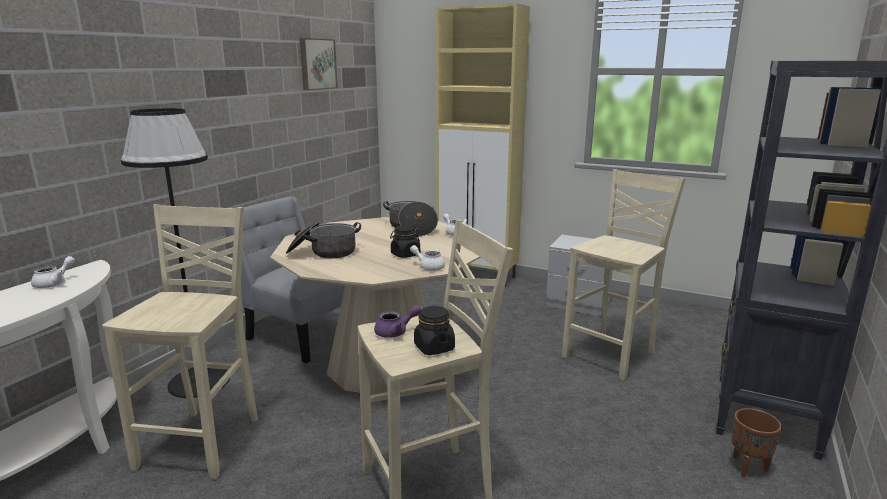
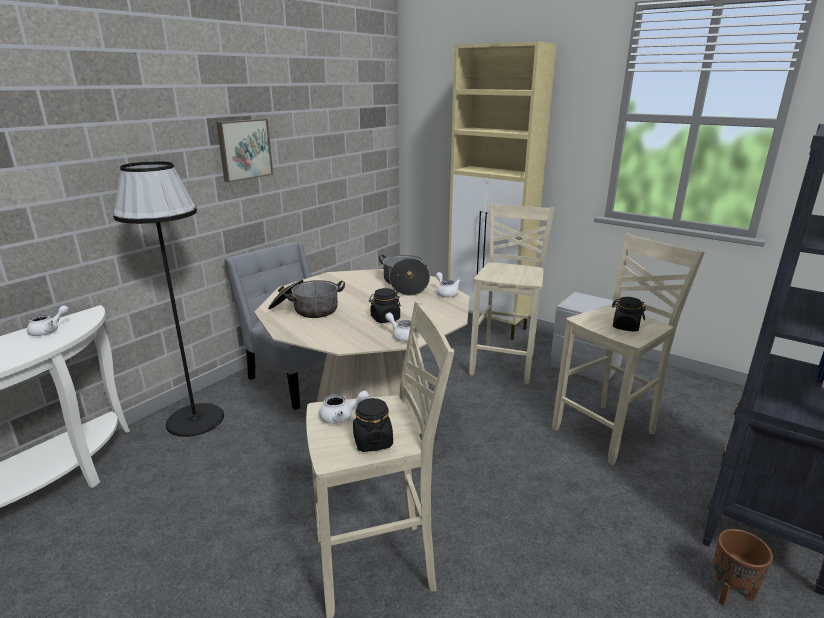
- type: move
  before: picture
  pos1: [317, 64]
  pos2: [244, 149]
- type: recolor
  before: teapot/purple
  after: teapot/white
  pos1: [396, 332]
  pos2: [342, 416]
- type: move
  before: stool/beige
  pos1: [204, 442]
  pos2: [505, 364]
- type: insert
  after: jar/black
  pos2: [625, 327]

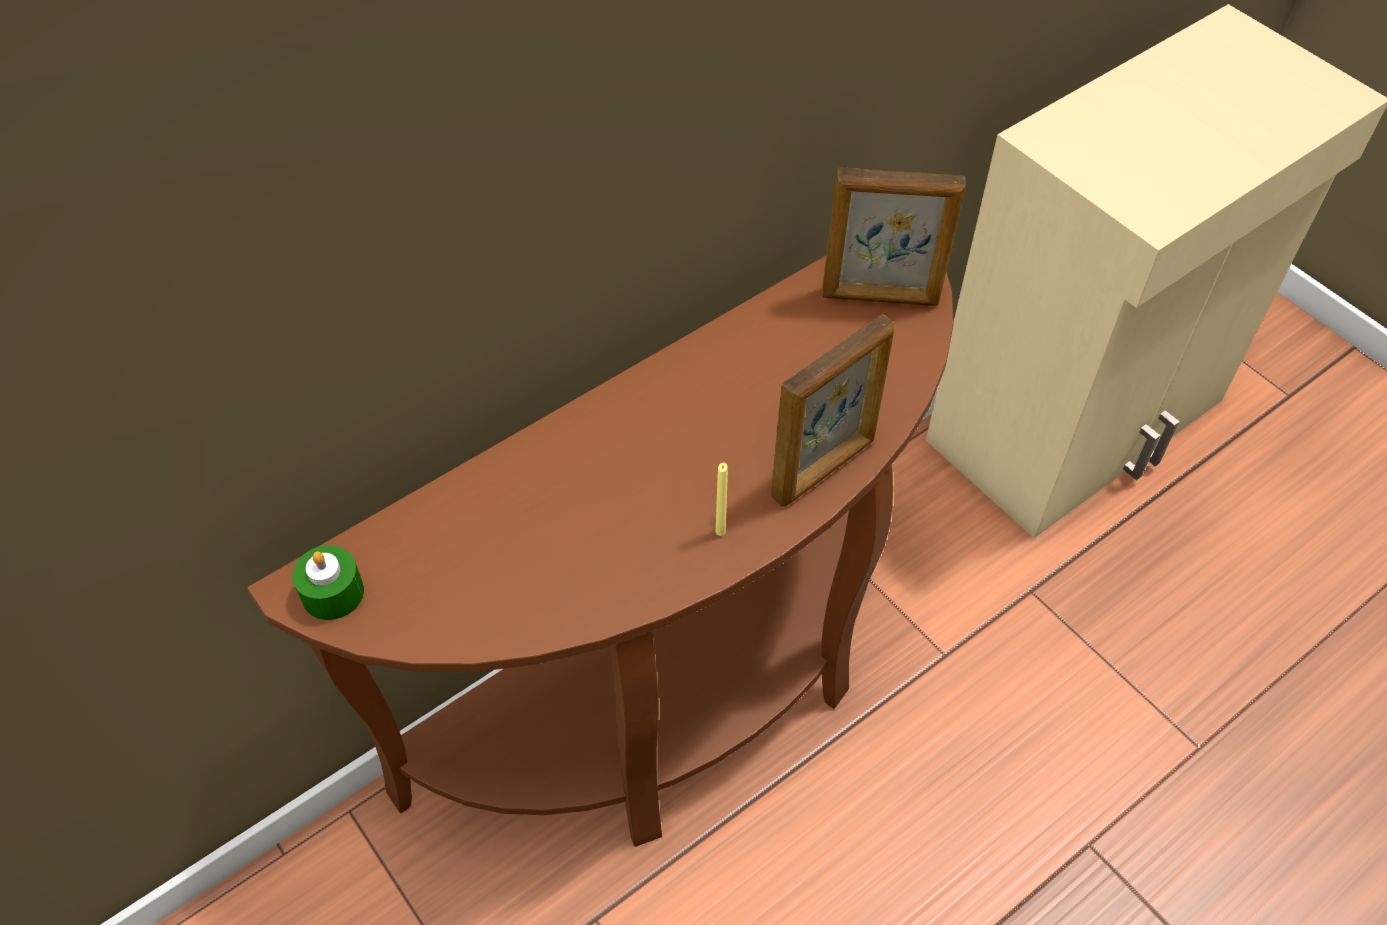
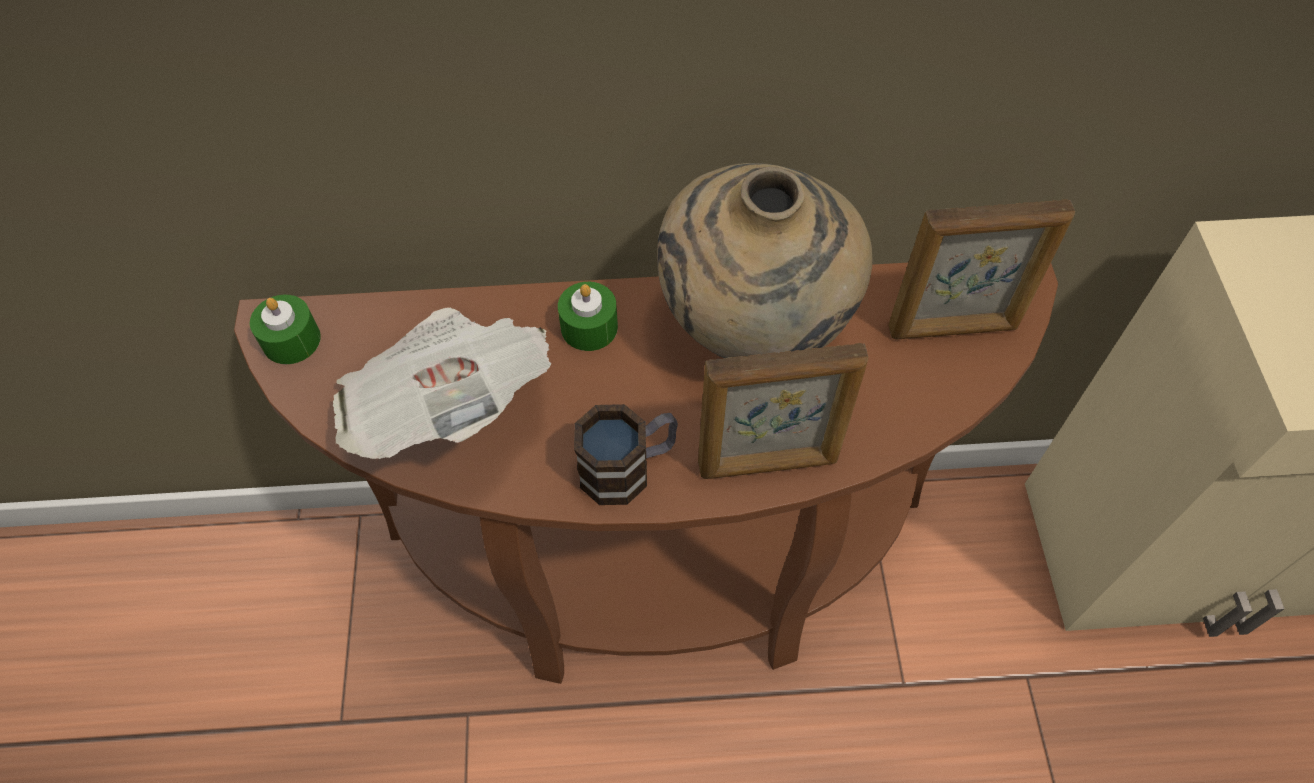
- type: insert
  after: newspaper
  pos2: [449, 405]
- type: insert
  after: candle/green
  pos2: [589, 327]
- type: replace
  before: candle/yellow
  after: mug
  pos1: [720, 531]
  pos2: [628, 468]
- type: insert
  after: vase/beige
  pos2: [755, 329]
- type: rotate
  before: picture frame
  pos1: [880, 298]
  pos2: [953, 329]
  turn: -45

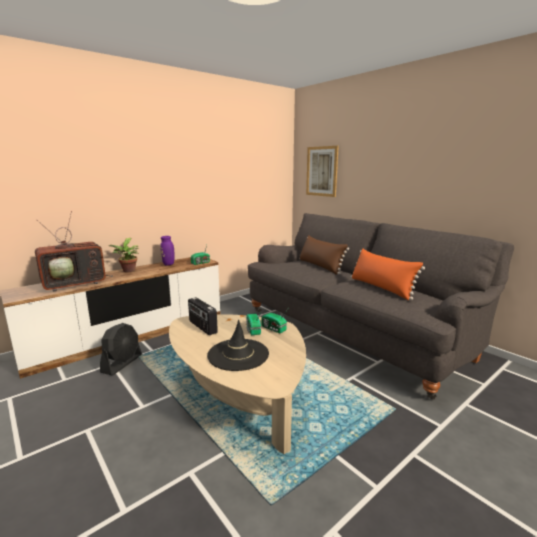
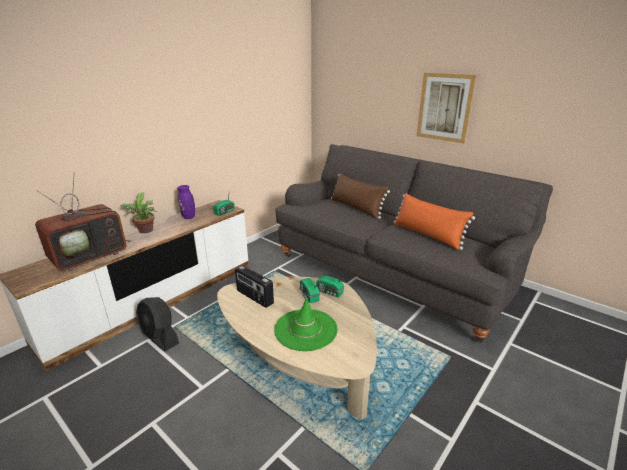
- type: rotate
  before: fan/black
  pos1: [122, 363]
  pos2: [159, 337]
  turn: 120
- type: recolor
  before: hat/black
  after: hat/green
  pos1: [238, 354]
  pos2: [305, 329]
- type: move
  before: picture
  pos1: [322, 171]
  pos2: [444, 107]

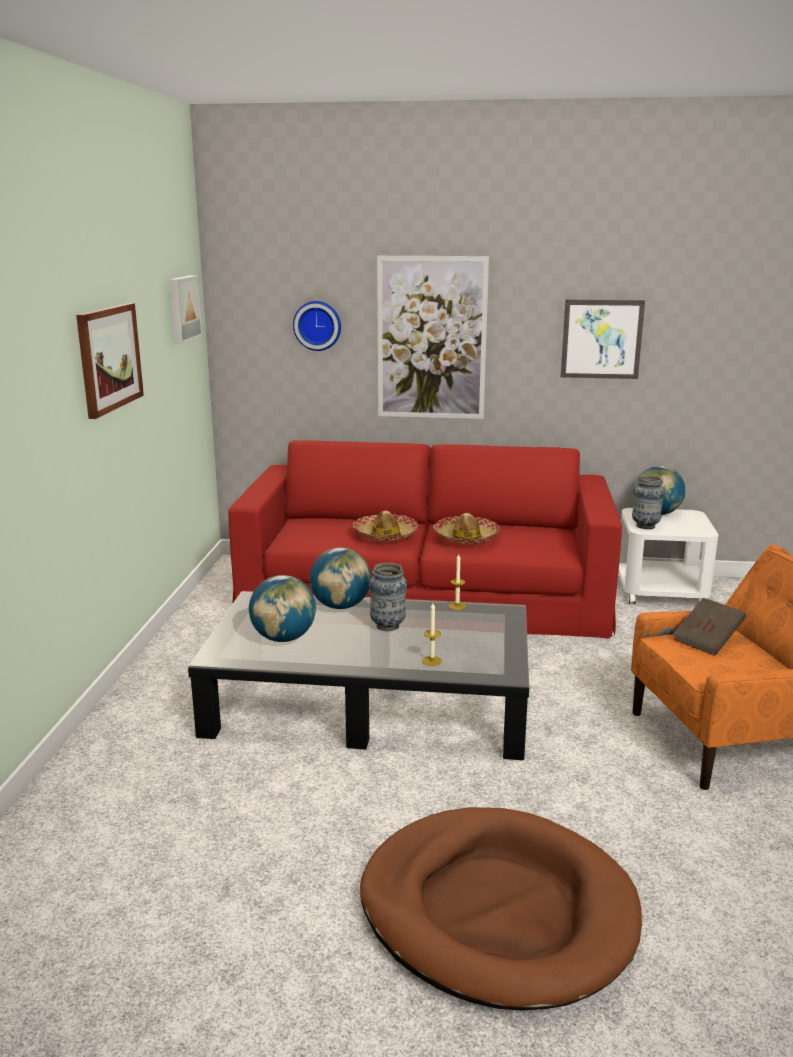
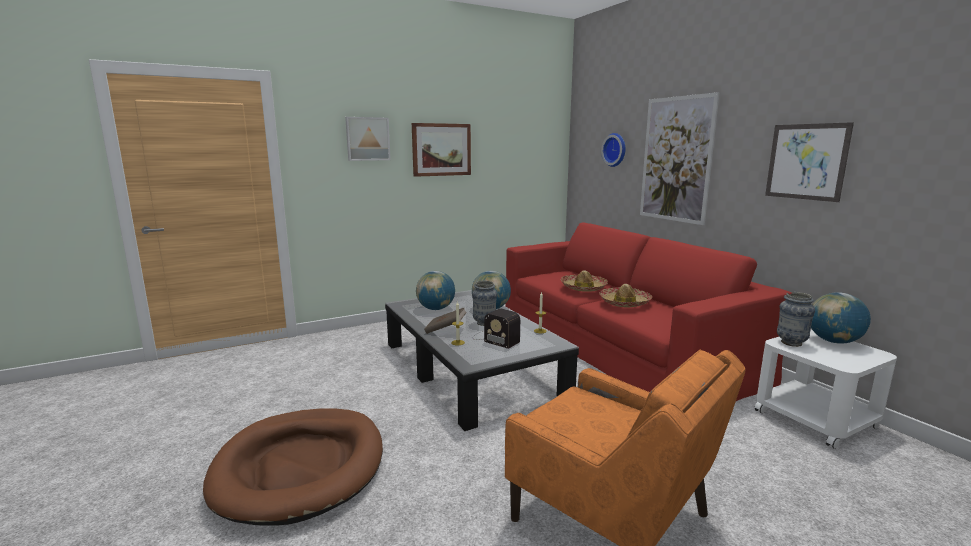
- type: move
  before: picture
  pos1: [182, 308]
  pos2: [367, 139]
- type: move
  before: book/brown
  pos1: [707, 640]
  pos2: [445, 330]
- type: insert
  after: radio
  pos2: [494, 338]

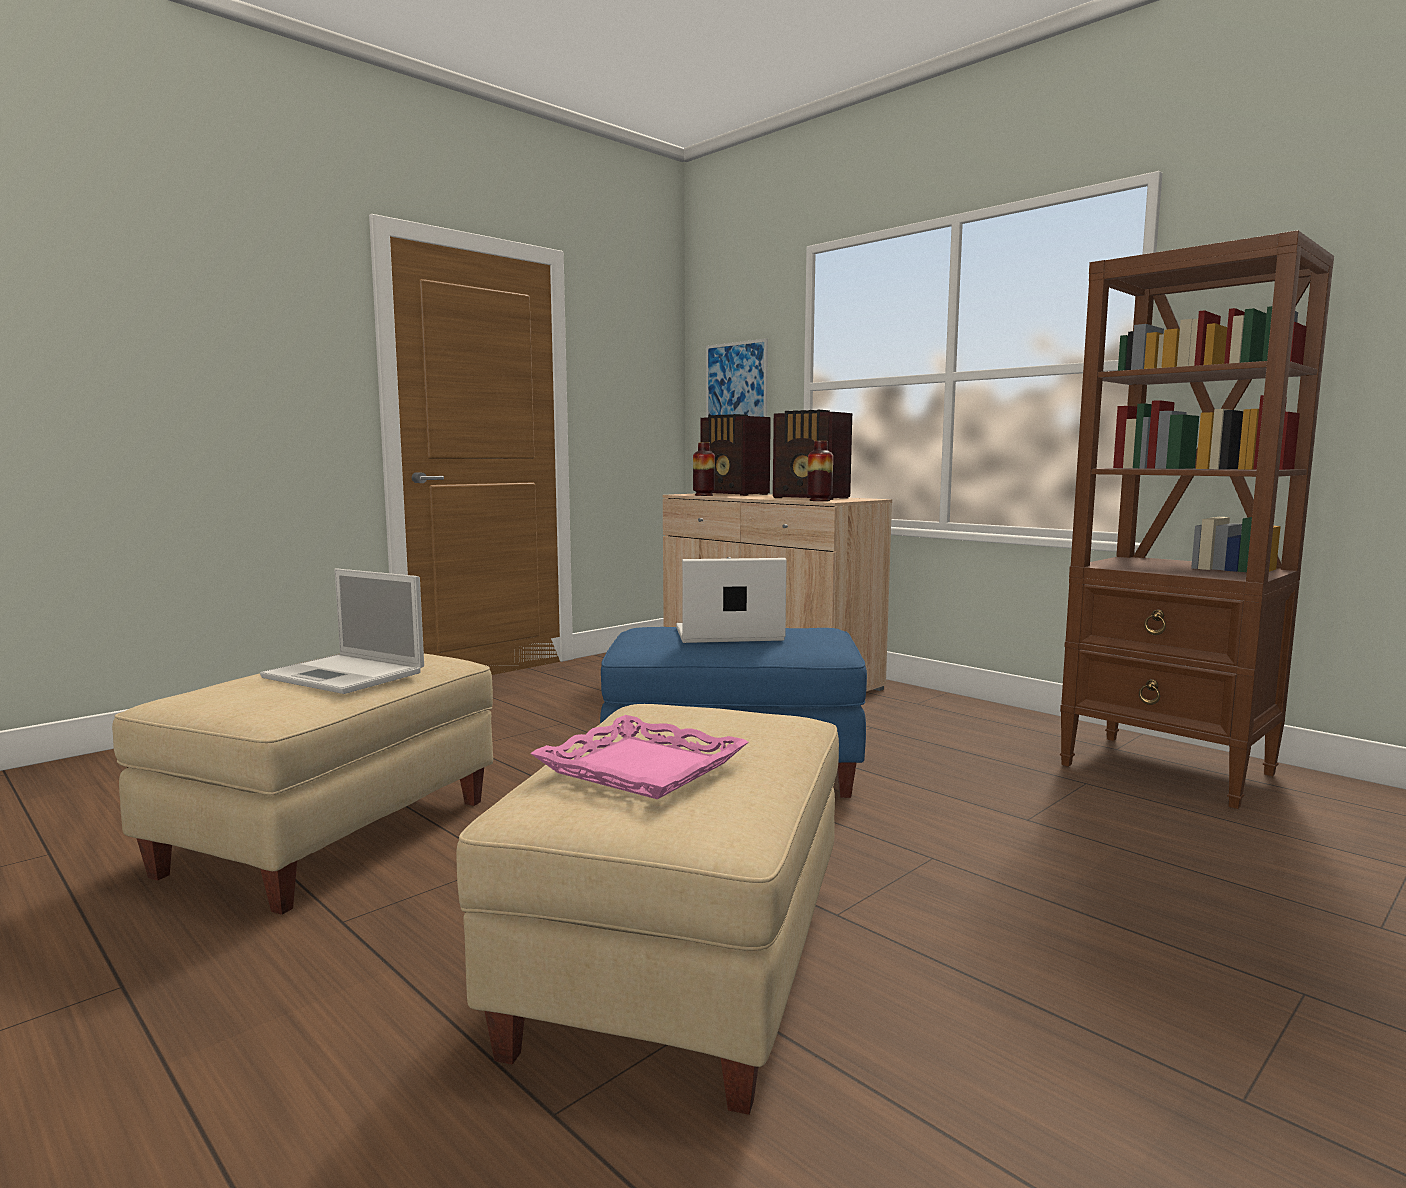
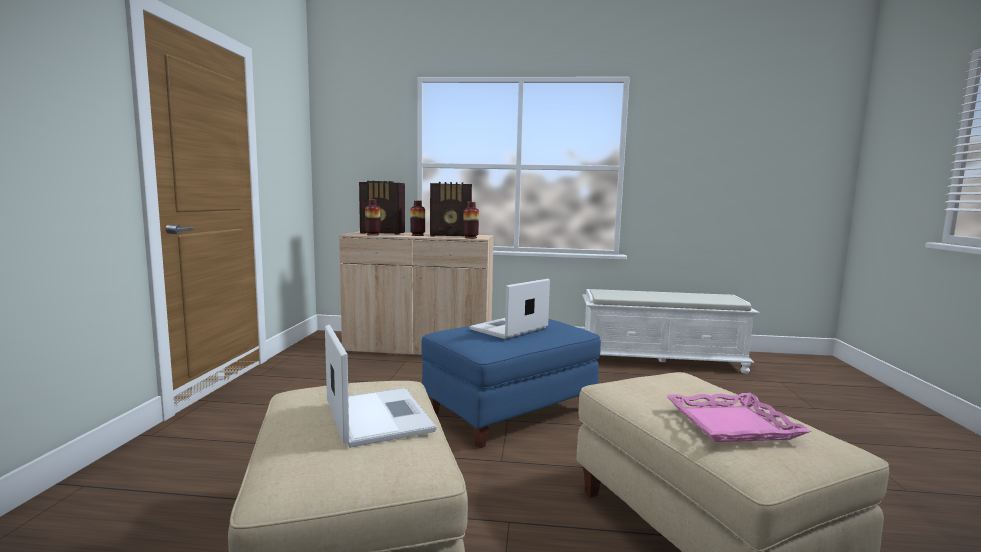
- type: rotate
  before: laptop
  pos1: [346, 675]
  pos2: [377, 416]
  turn: -105
- type: insert
  after: vase
  pos2: [417, 235]
- type: replace
  before: bookcase/brown
  after: bench/white
  pos1: [1168, 770]
  pos2: [661, 360]
- type: delete
  before: picture
  pos1: [736, 385]

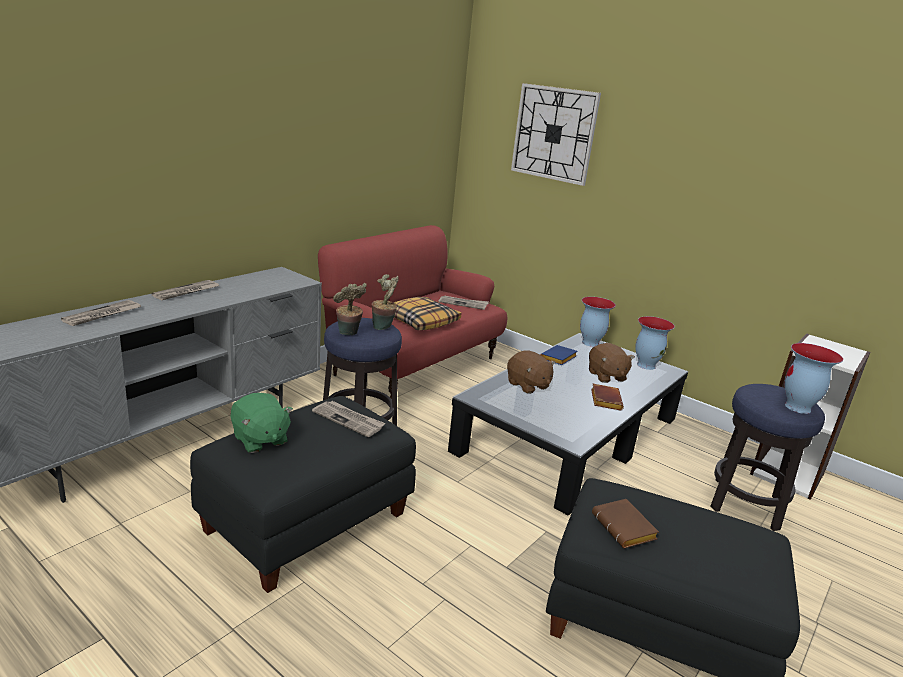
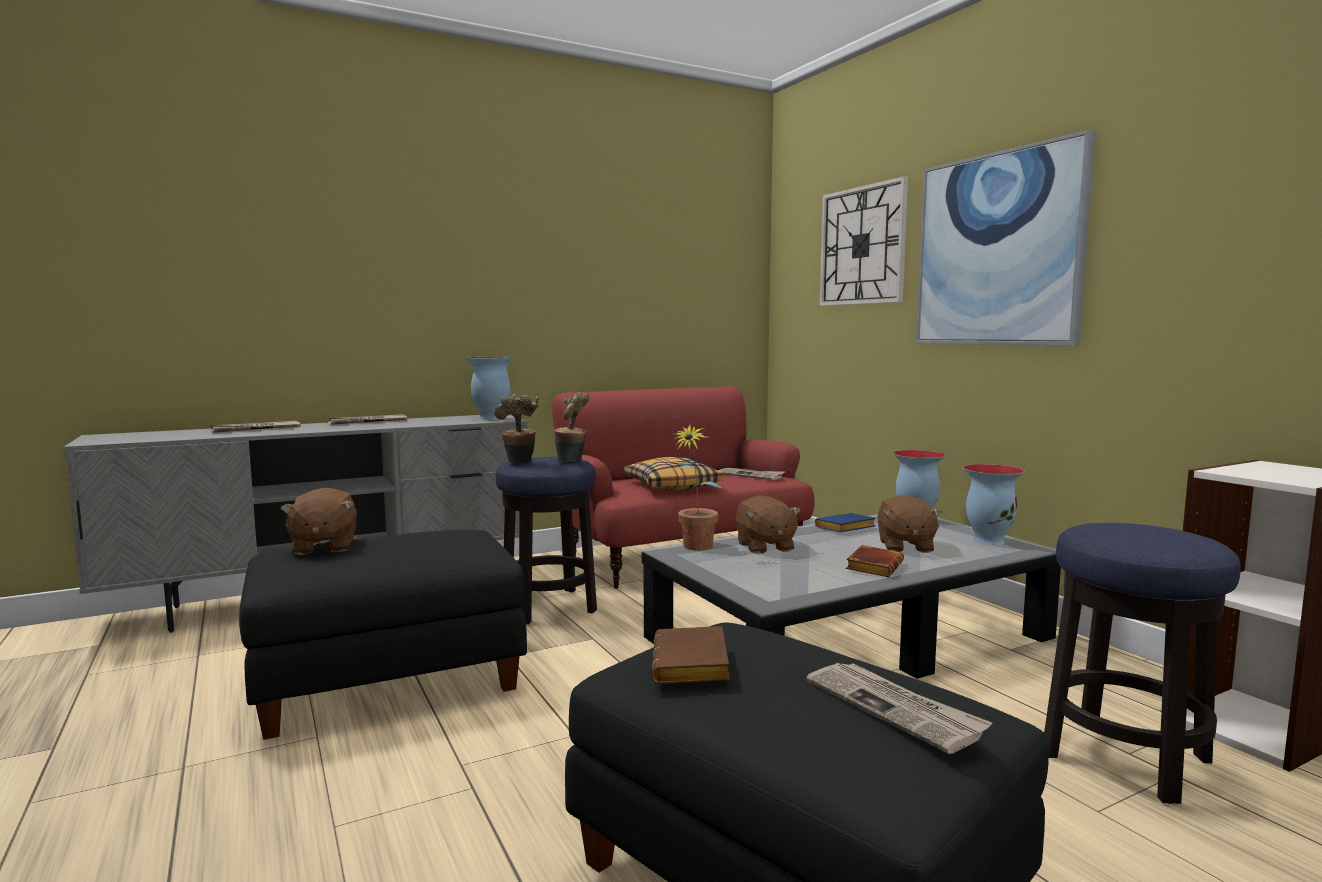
- type: recolor
  before: plush toy/green
  after: plush toy/brown
  pos1: [260, 440]
  pos2: [323, 547]
- type: move
  before: vase
  pos1: [798, 408]
  pos2: [491, 418]
- type: insert
  after: potted plant
  pos2: [694, 548]
- type: move
  before: newspaper
  pos1: [349, 420]
  pos2: [894, 708]
- type: insert
  after: picture
  pos2: [997, 249]

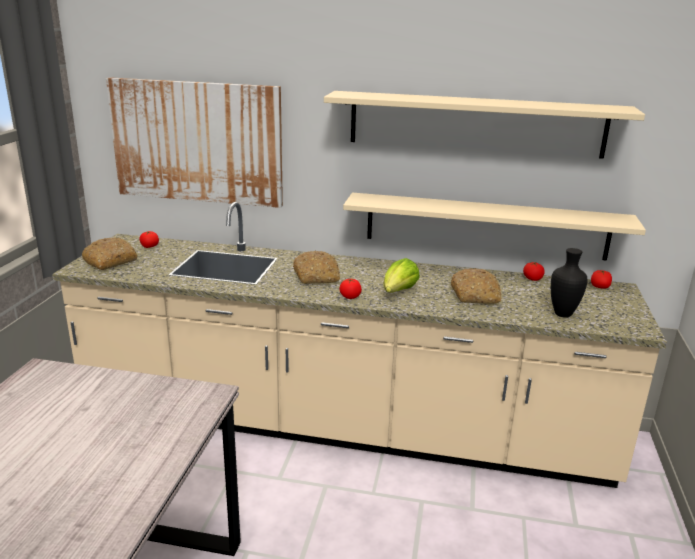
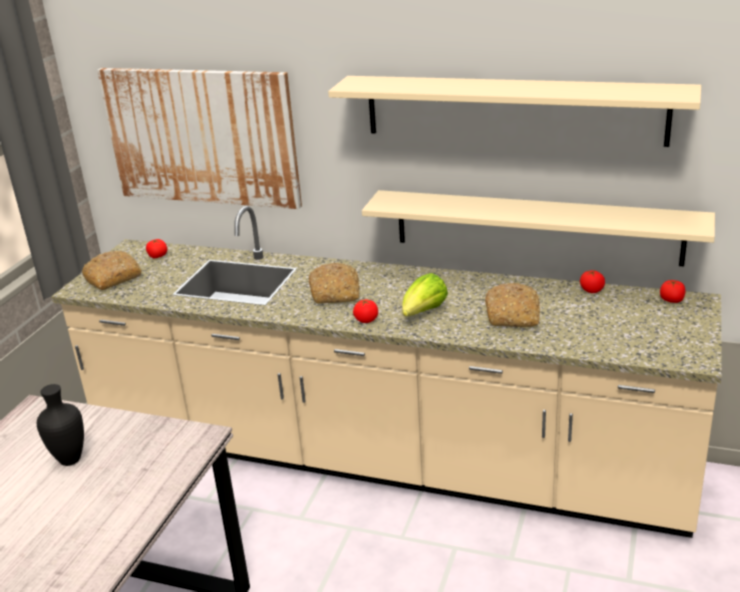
- type: move
  before: vase/black
  pos1: [562, 314]
  pos2: [71, 459]

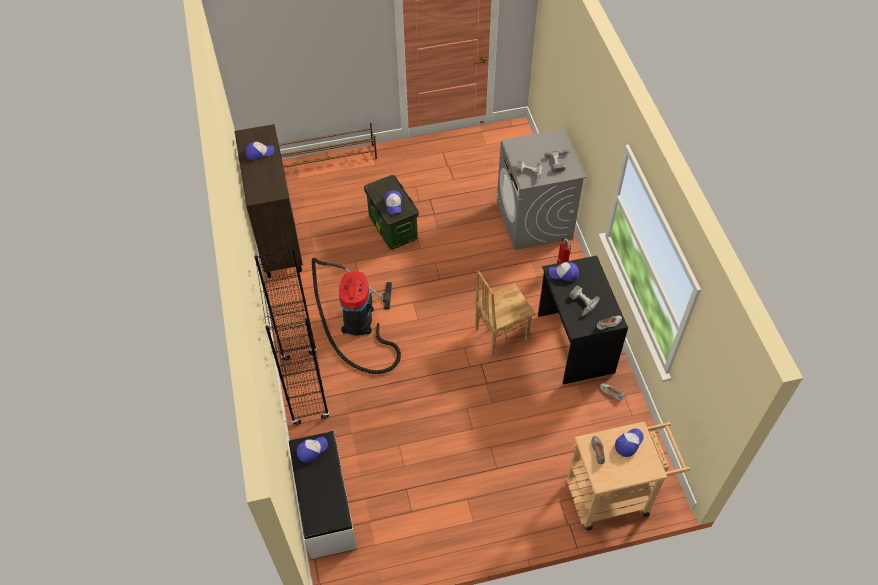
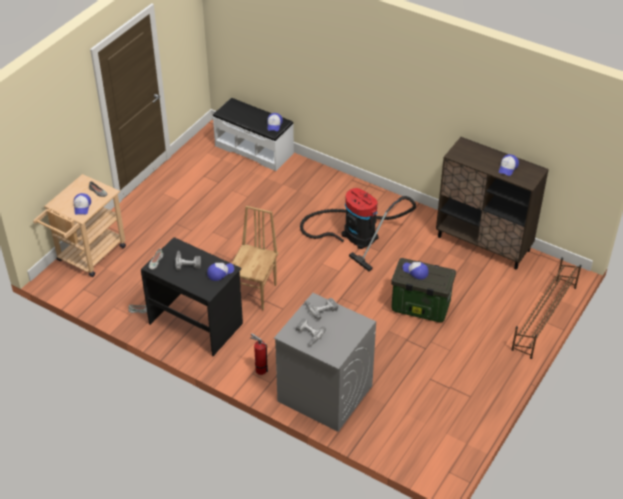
- type: delete
  before: bookcase/black
  pos1: [305, 388]

